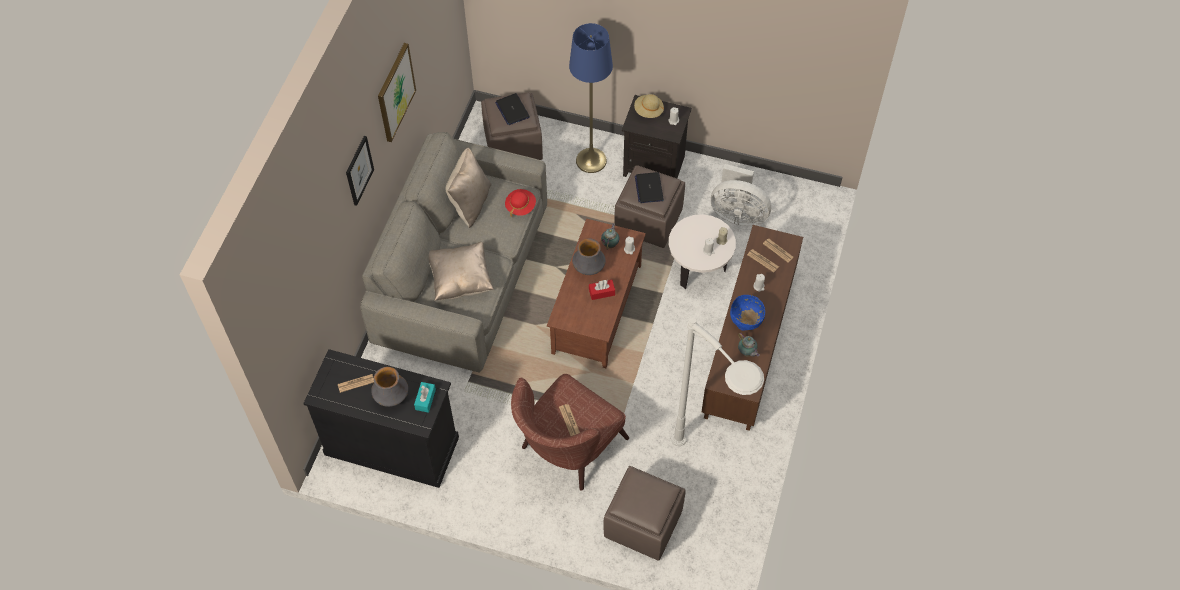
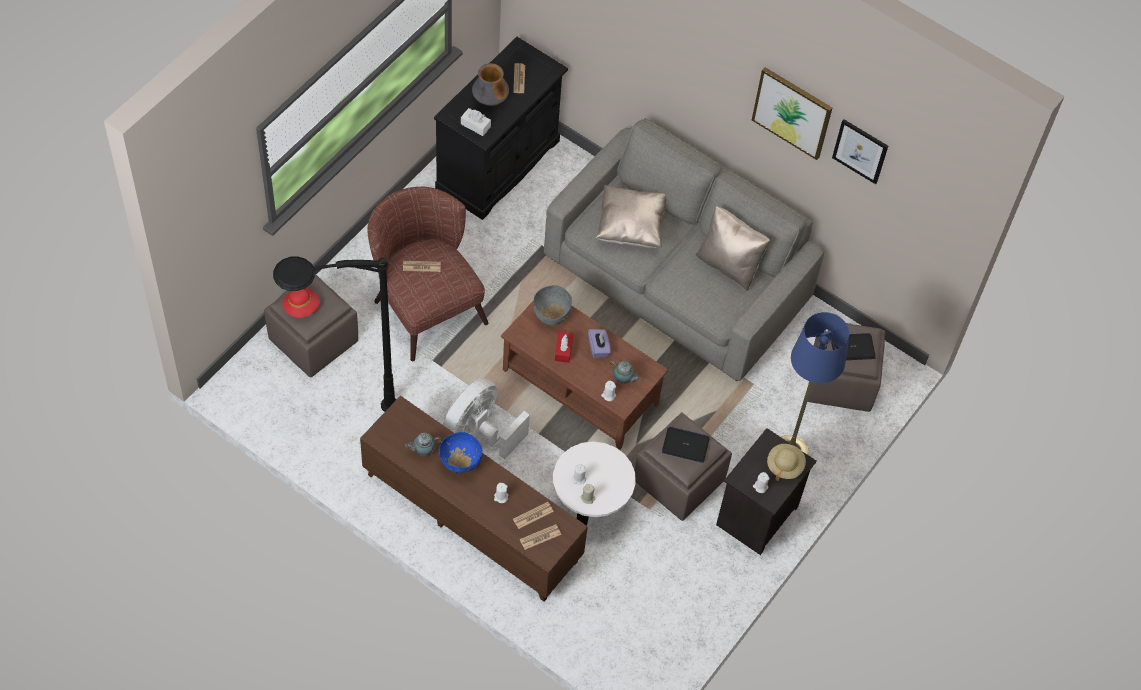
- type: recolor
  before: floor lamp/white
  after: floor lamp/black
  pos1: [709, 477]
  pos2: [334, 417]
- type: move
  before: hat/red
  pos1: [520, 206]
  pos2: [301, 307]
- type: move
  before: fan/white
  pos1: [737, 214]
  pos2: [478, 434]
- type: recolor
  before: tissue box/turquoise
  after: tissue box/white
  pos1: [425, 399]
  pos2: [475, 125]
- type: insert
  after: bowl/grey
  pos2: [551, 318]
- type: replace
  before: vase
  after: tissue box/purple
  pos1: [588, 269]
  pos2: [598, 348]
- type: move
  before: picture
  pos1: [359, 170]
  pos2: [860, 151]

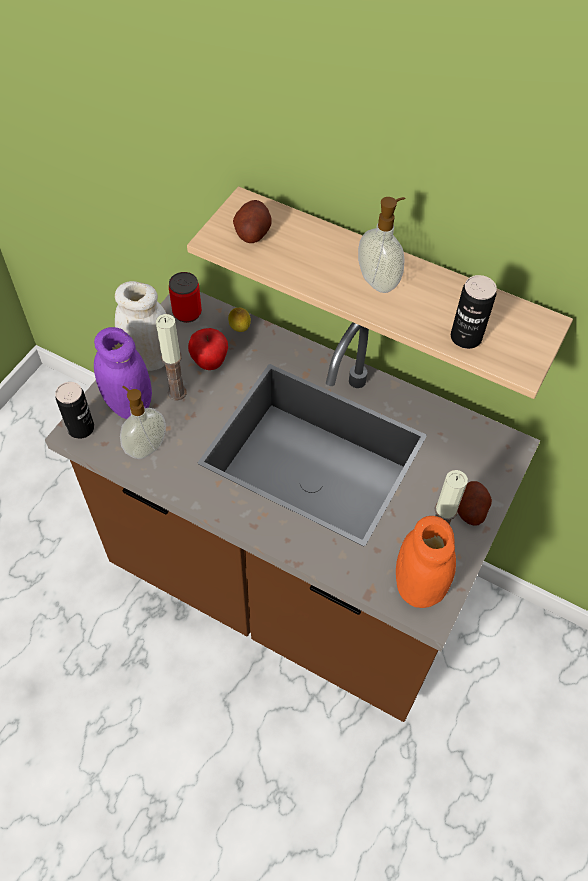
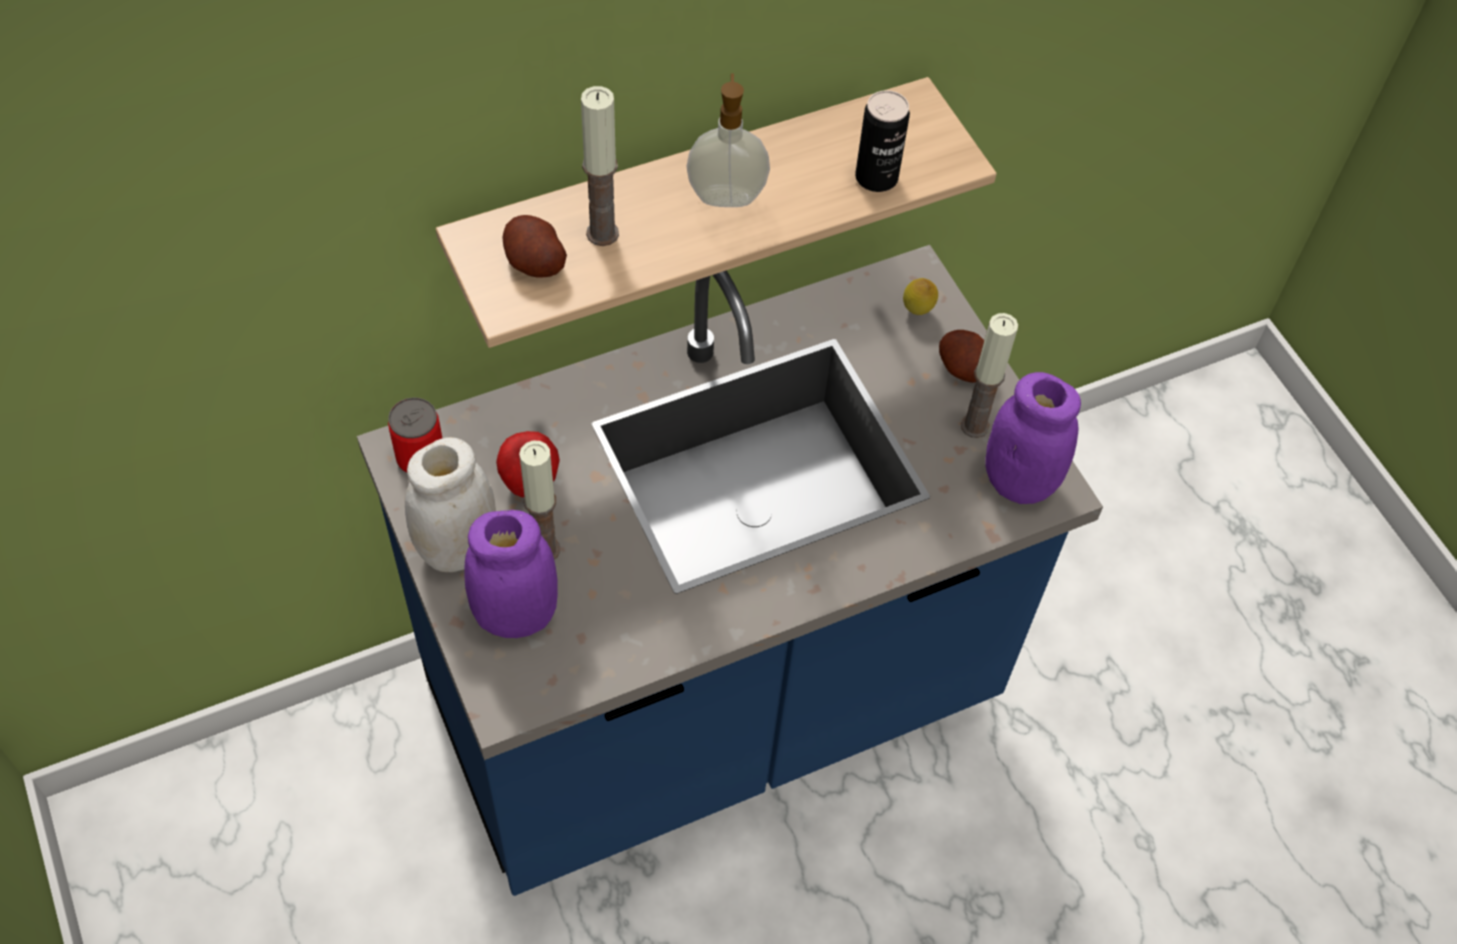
- type: recolor
  before: counter/brown
  after: counter/blue
  pos1: [289, 584]
  pos2: [712, 703]
- type: insert
  after: candle
  pos2: [602, 233]
- type: move
  before: lemon
  pos1: [240, 330]
  pos2: [917, 312]
- type: recolor
  before: jar/orange
  after: jar/purple
  pos1: [418, 587]
  pos2: [1019, 481]
- type: delete
  before: can
  pos1: [81, 428]
- type: delete
  before: soap dispenser
  pos1: [145, 447]

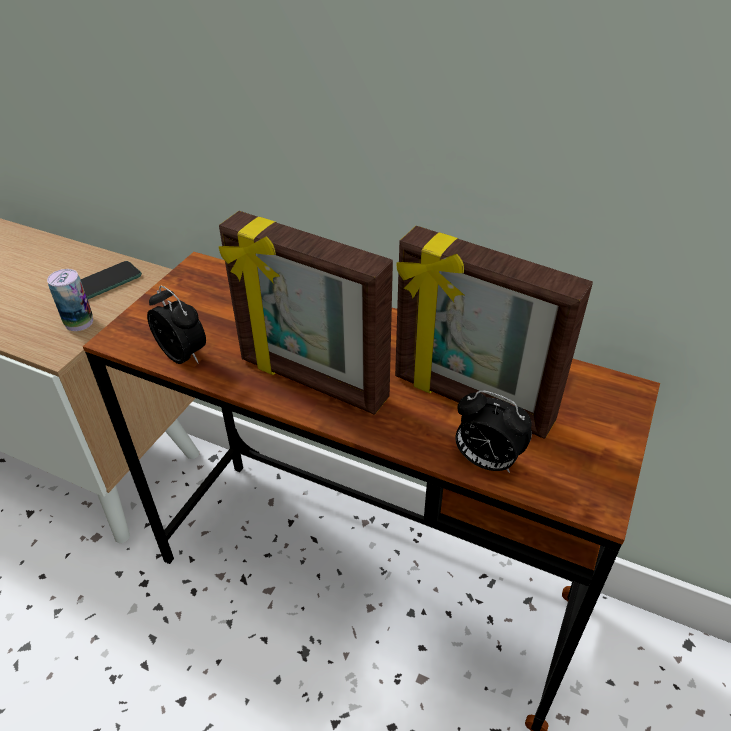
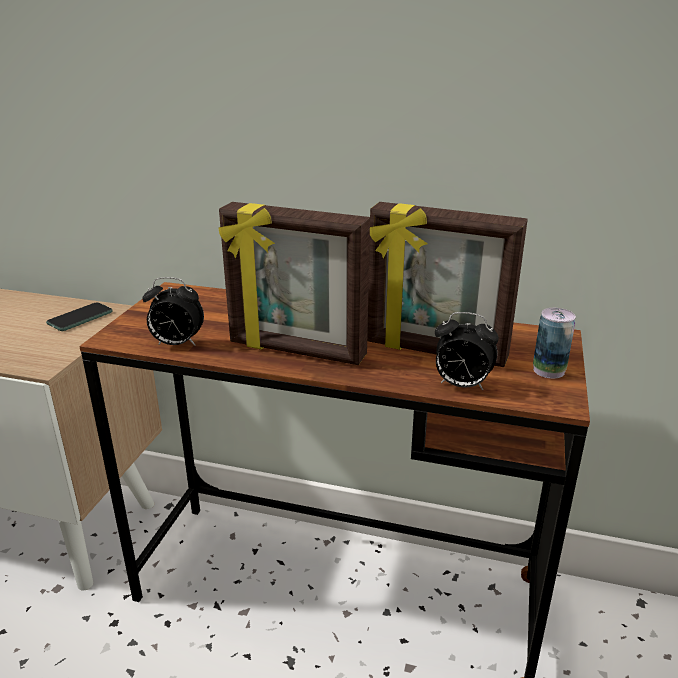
- type: rotate
  before: alarm clock
  pos1: [184, 355]
  pos2: [176, 344]
  turn: 150
- type: move
  before: can
  pos1: [79, 322]
  pos2: [548, 370]

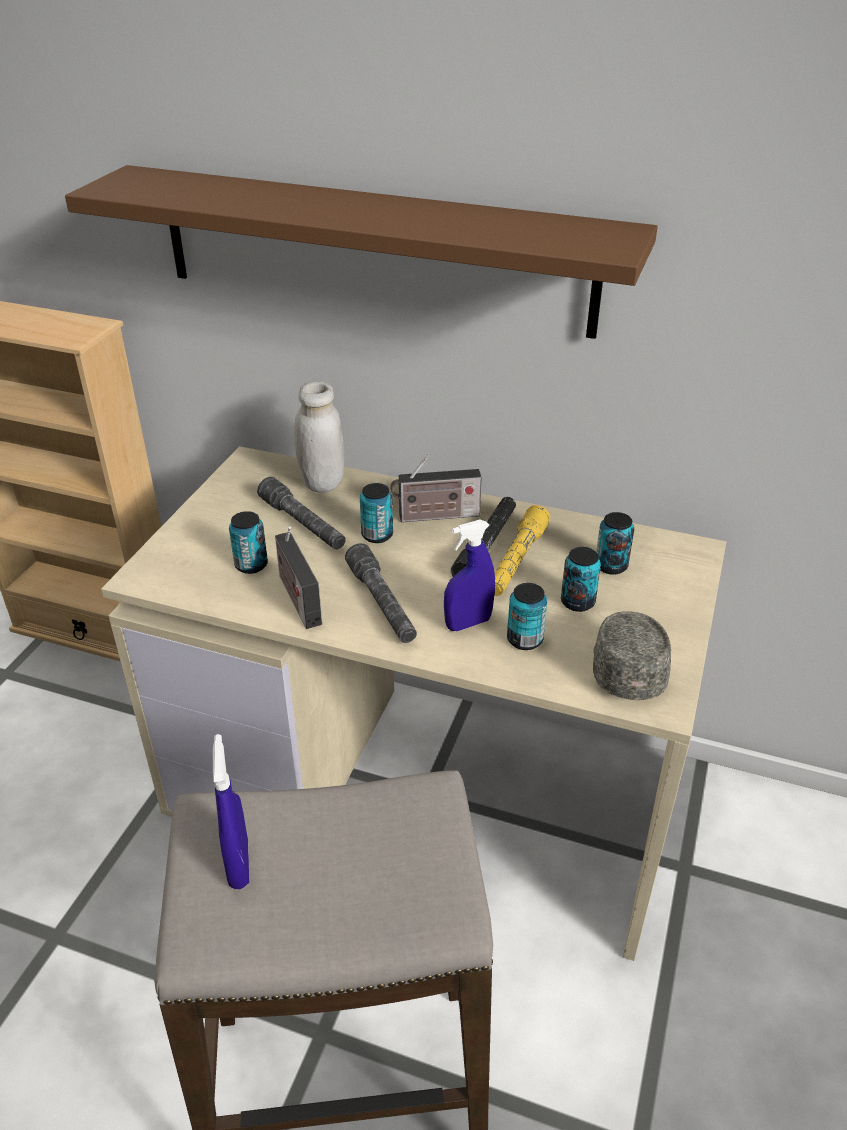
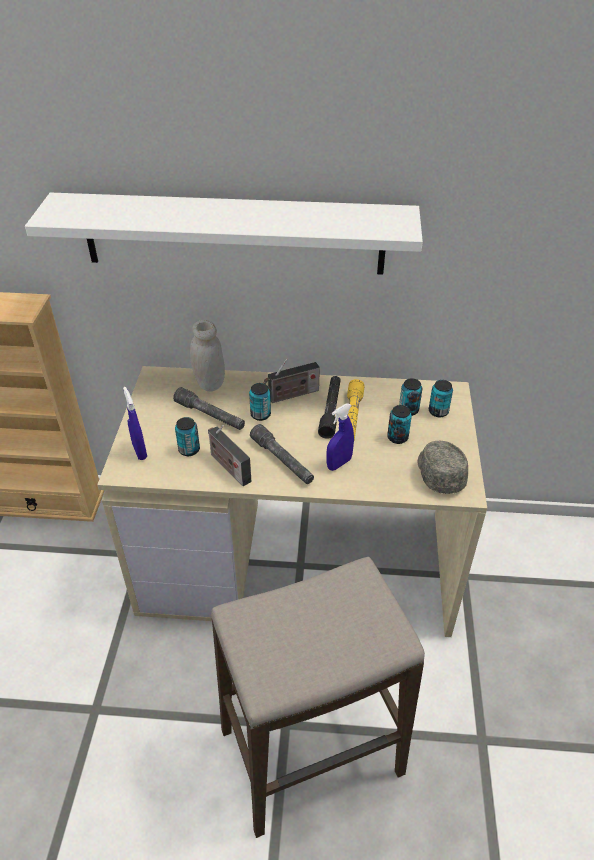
- type: recolor
  before: shelf/brown
  after: shelf/white
  pos1: [373, 250]
  pos2: [233, 234]
- type: move
  before: spray bottle/blue
  pos1: [239, 864]
  pos2: [139, 451]
- type: move
  before: can
  pos1: [524, 639]
  pos2: [438, 411]

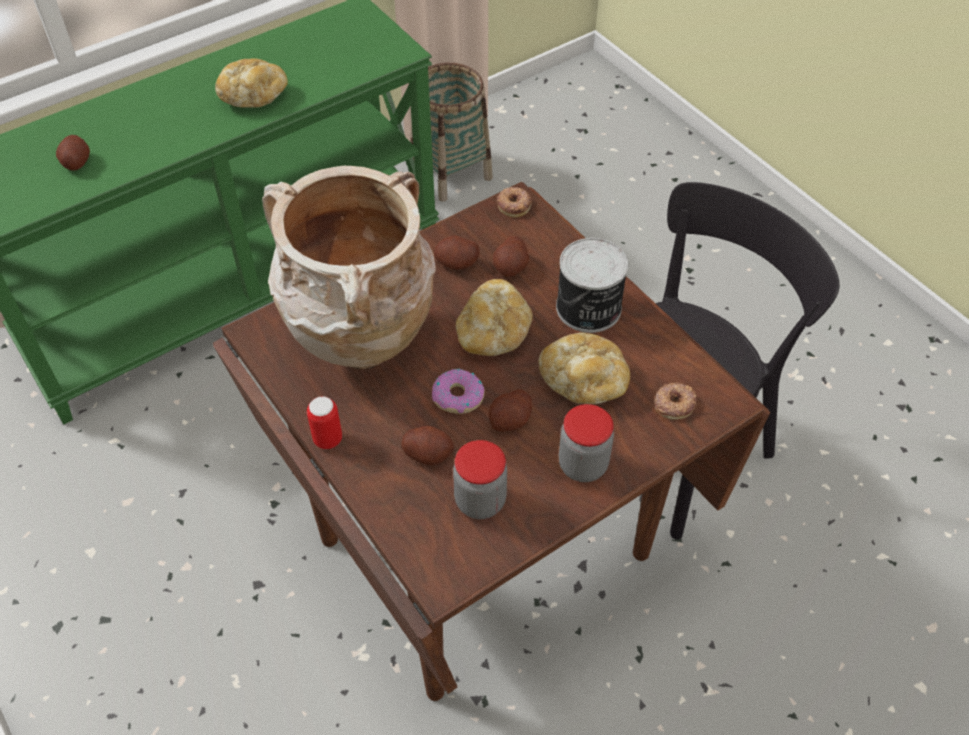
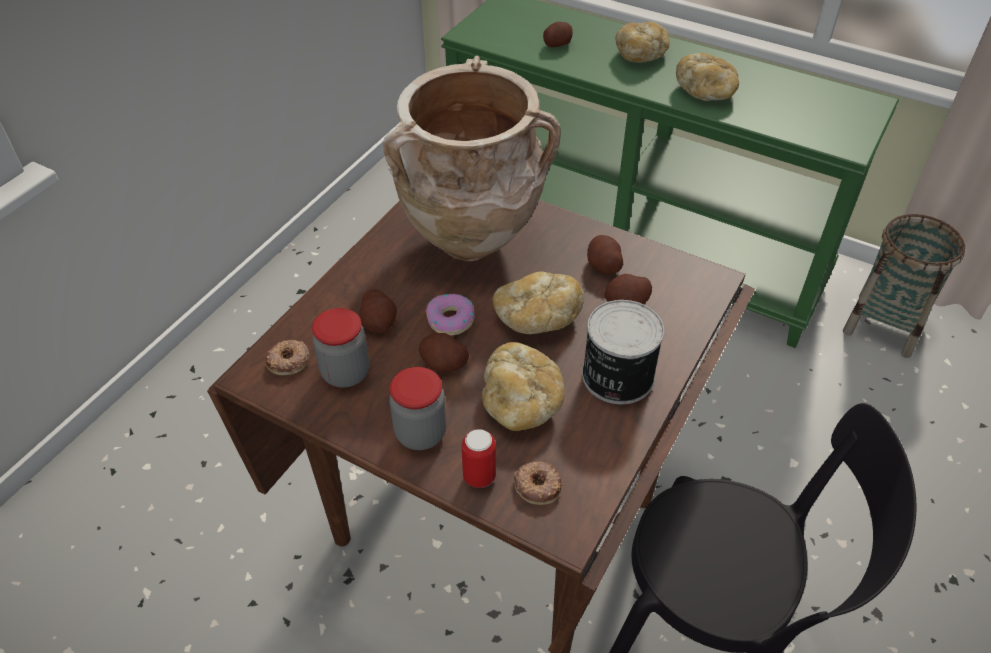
- type: move
  before: donut
  pos1: [514, 204]
  pos2: [289, 361]
- type: move
  before: can
  pos1: [328, 439]
  pos2: [479, 476]
- type: insert
  after: bread
  pos2: [640, 54]

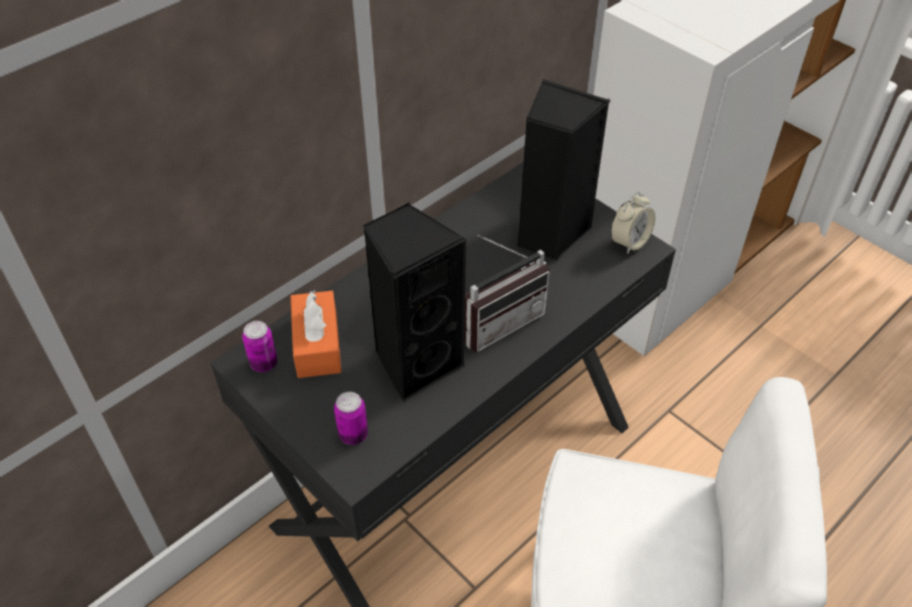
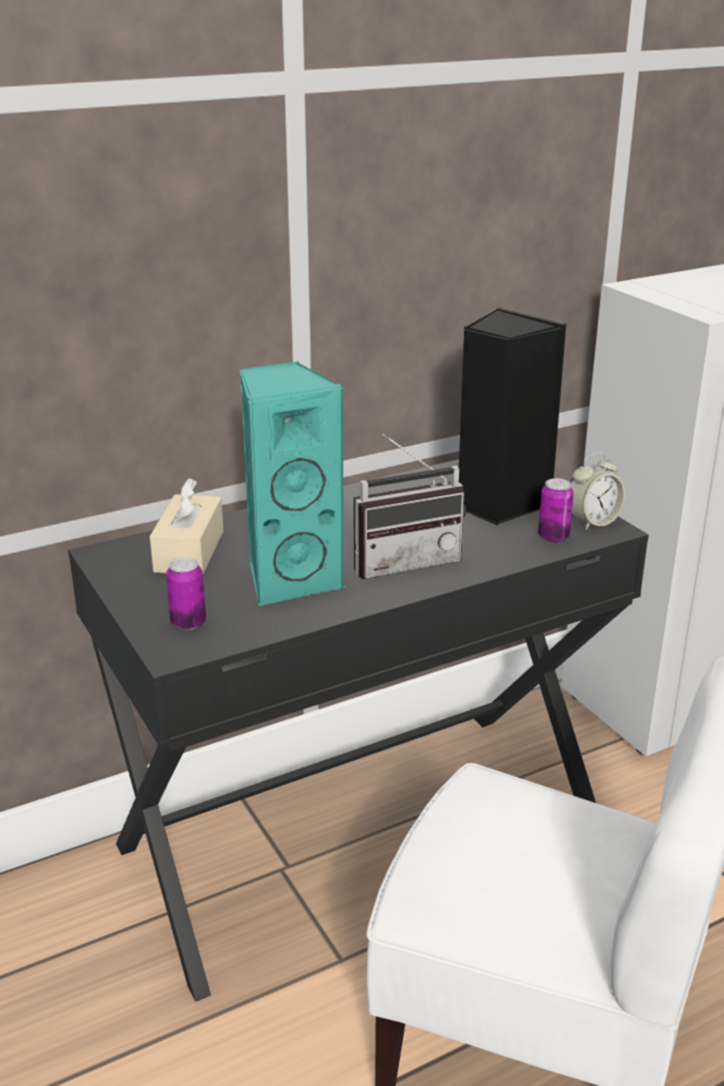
- type: recolor
  before: tissue box/orange
  after: tissue box/beige
  pos1: [317, 344]
  pos2: [189, 551]
- type: recolor
  before: speaker/black
  after: speaker/turquoise
  pos1: [416, 362]
  pos2: [291, 579]
- type: move
  before: can
  pos1: [264, 363]
  pos2: [553, 537]

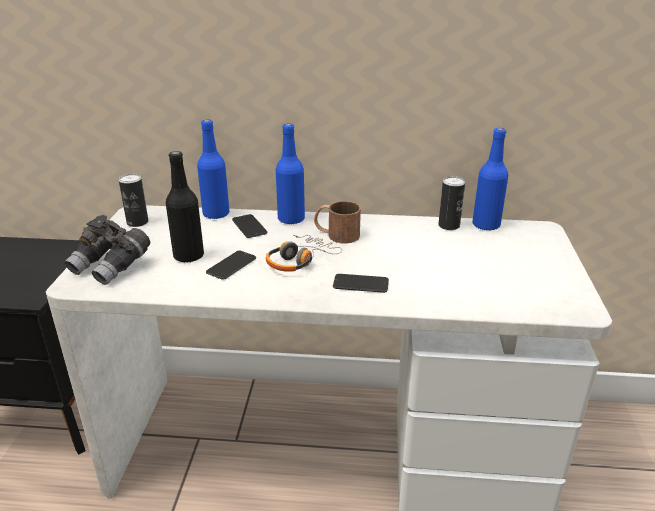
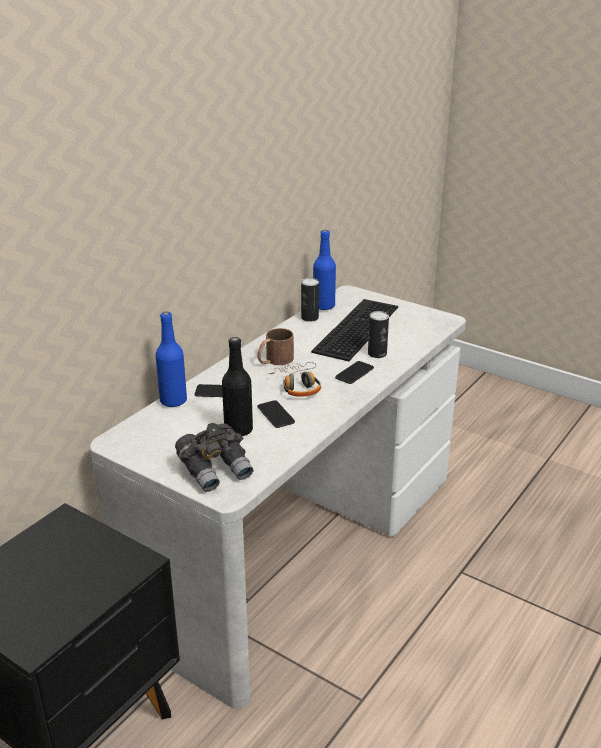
- type: insert
  after: keyboard
  pos2: [355, 327]
- type: move
  before: can
  pos1: [137, 222]
  pos2: [377, 354]
- type: delete
  before: bottle/blue
  pos1: [291, 219]

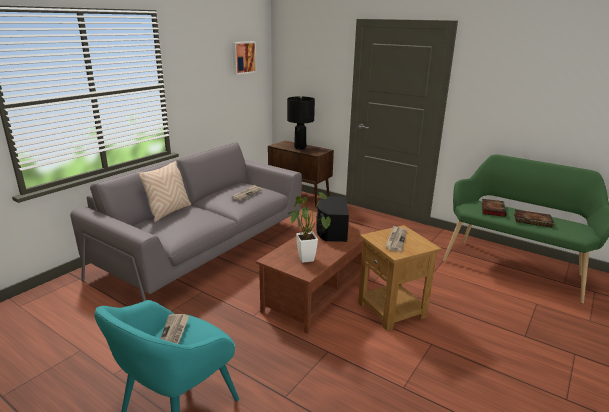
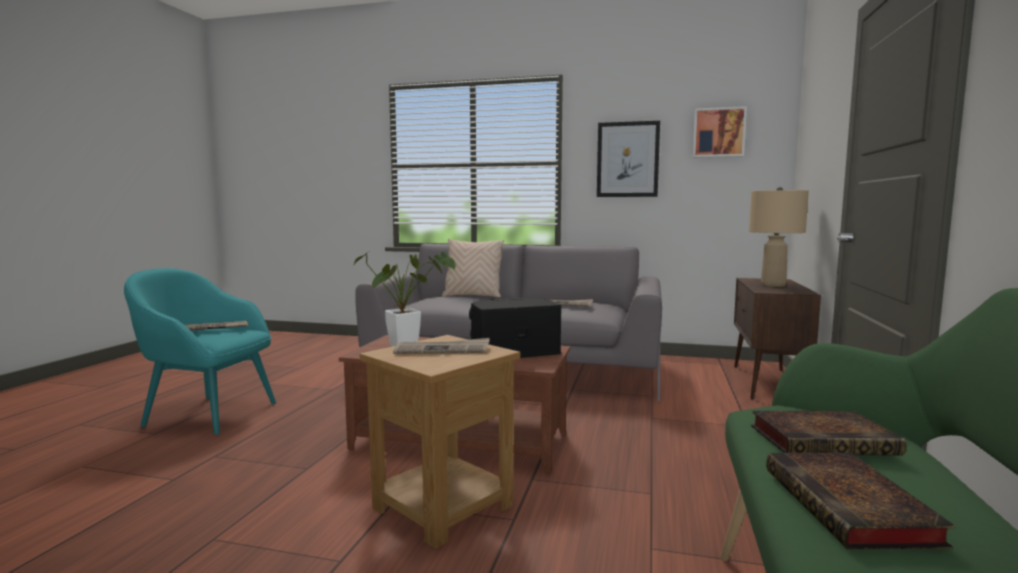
- type: insert
  after: picture
  pos2: [627, 159]
- type: recolor
  before: table lamp/black
  after: table lamp/beige
  pos1: [300, 148]
  pos2: [772, 285]

